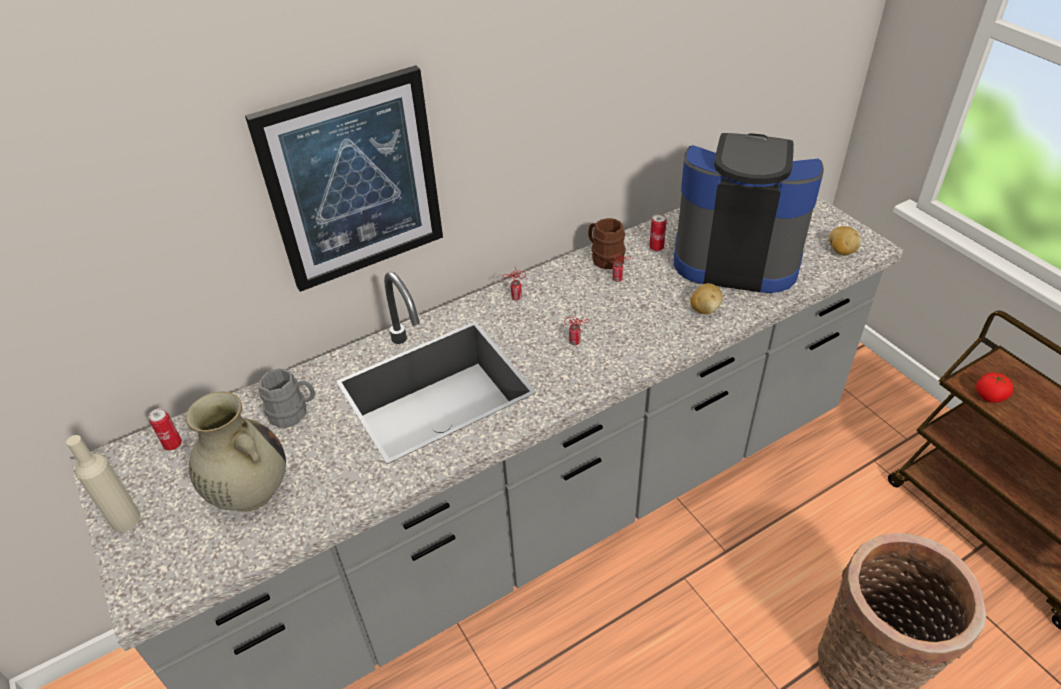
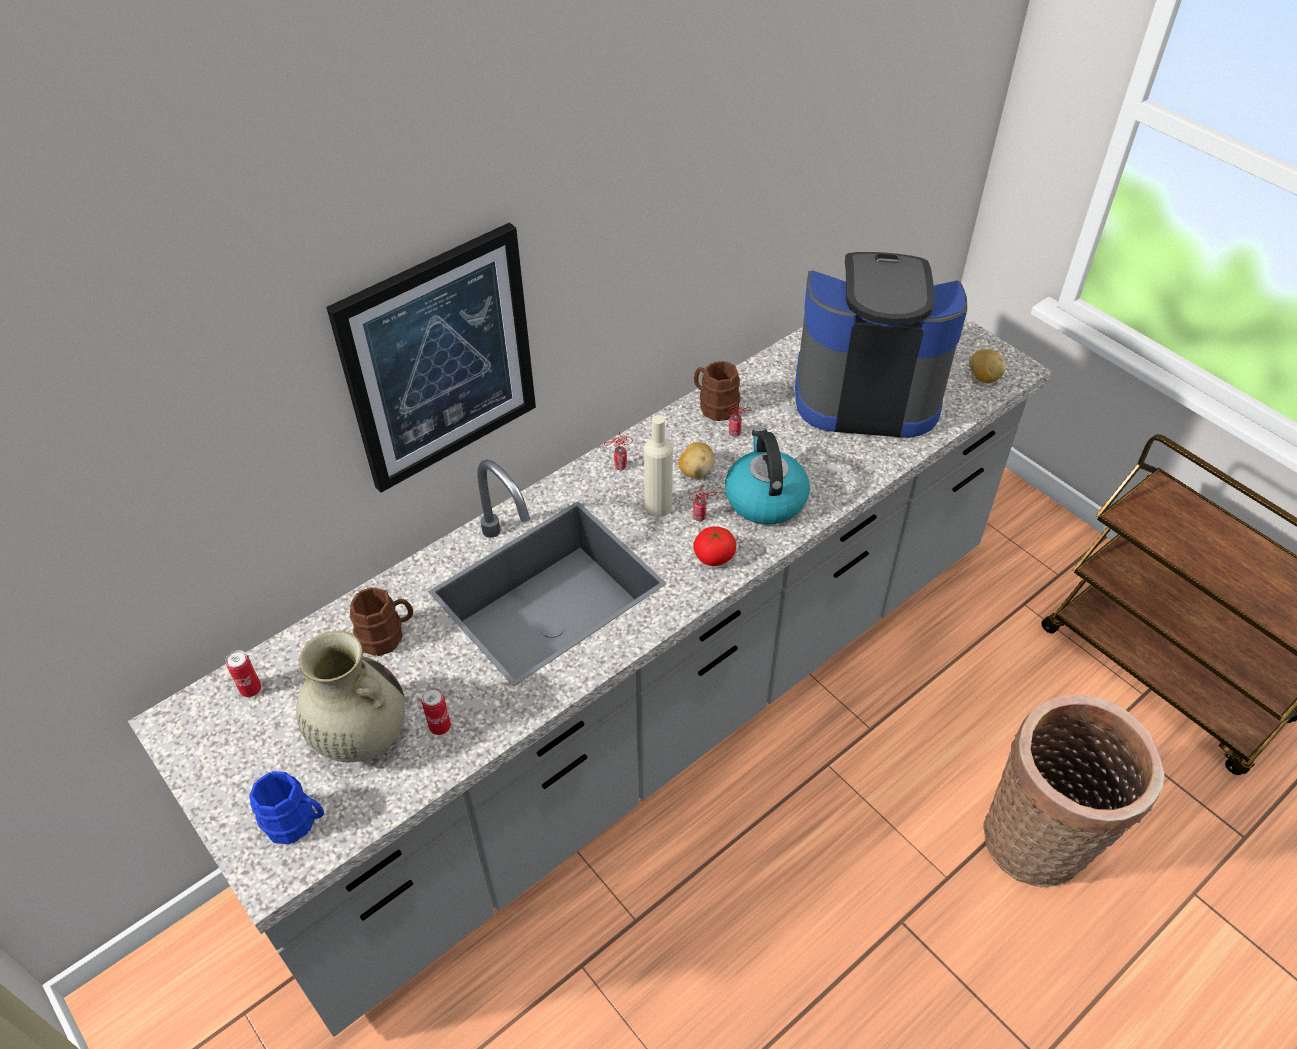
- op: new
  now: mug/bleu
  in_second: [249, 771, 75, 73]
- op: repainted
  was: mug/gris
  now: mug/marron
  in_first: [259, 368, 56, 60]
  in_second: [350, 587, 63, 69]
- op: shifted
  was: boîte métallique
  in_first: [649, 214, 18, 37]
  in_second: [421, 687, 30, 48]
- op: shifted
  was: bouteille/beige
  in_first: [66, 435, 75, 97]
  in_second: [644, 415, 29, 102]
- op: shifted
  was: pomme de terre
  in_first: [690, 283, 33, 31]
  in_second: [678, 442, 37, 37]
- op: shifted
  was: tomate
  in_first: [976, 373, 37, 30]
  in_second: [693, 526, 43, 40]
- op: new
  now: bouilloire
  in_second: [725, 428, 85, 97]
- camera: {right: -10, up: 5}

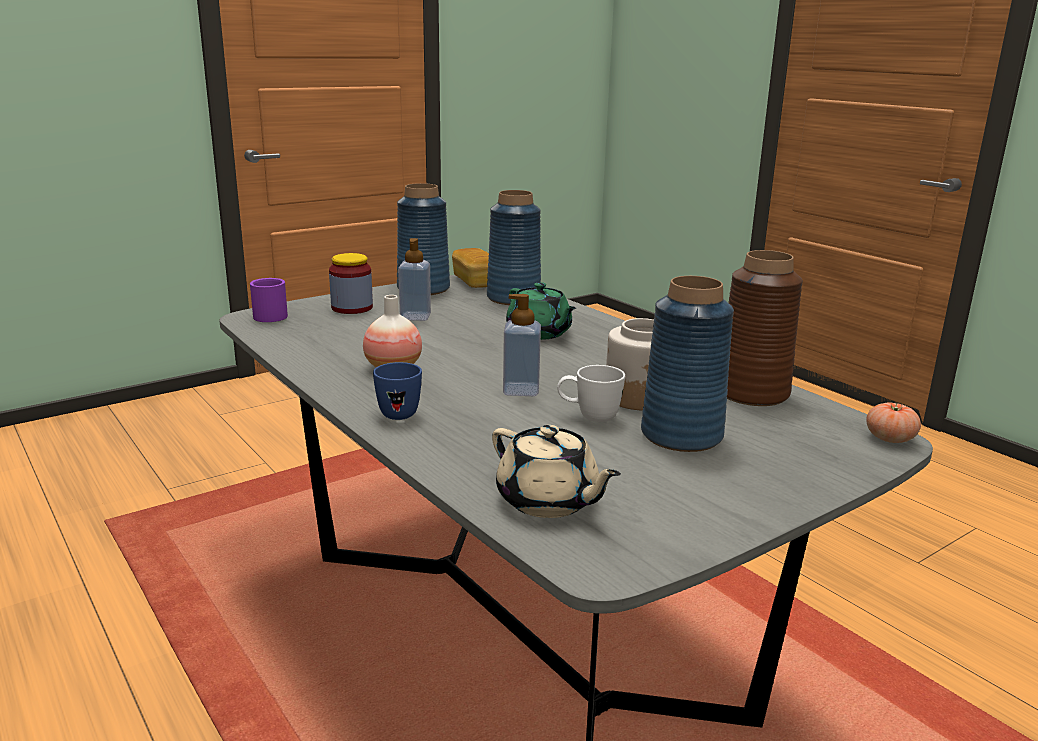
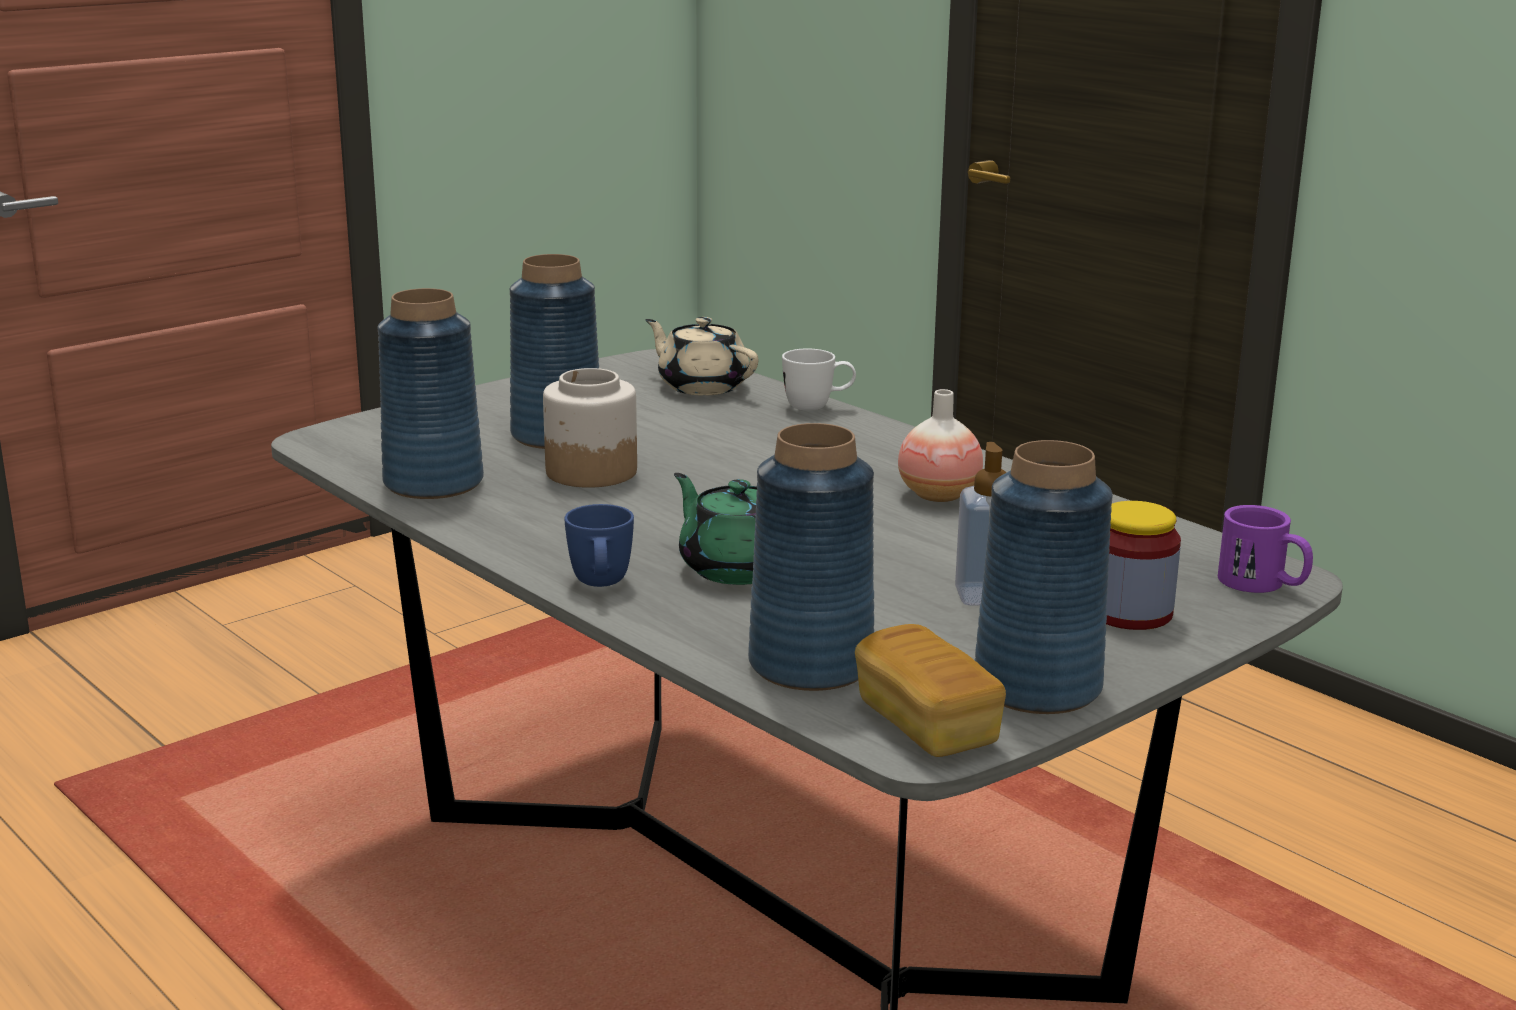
- op: repainted
  was: vase/marron
  now: vase/bleu
  in_first: [727, 250, 76, 156]
  in_second: [377, 288, 107, 211]
- op: shifted
  was: mug/bleu
  in_first: [373, 362, 49, 58]
  in_second: [564, 504, 70, 83]
- op: shifted
  was: mug/blanc
  in_first: [557, 365, 68, 57]
  in_second: [782, 349, 74, 62]
- op: gone
  was: distributeur de savon
  in_first: [503, 294, 38, 102]
- op: gone
  was: tomate
  in_first: [866, 403, 55, 40]
- camera: {right: 175, up: 0}

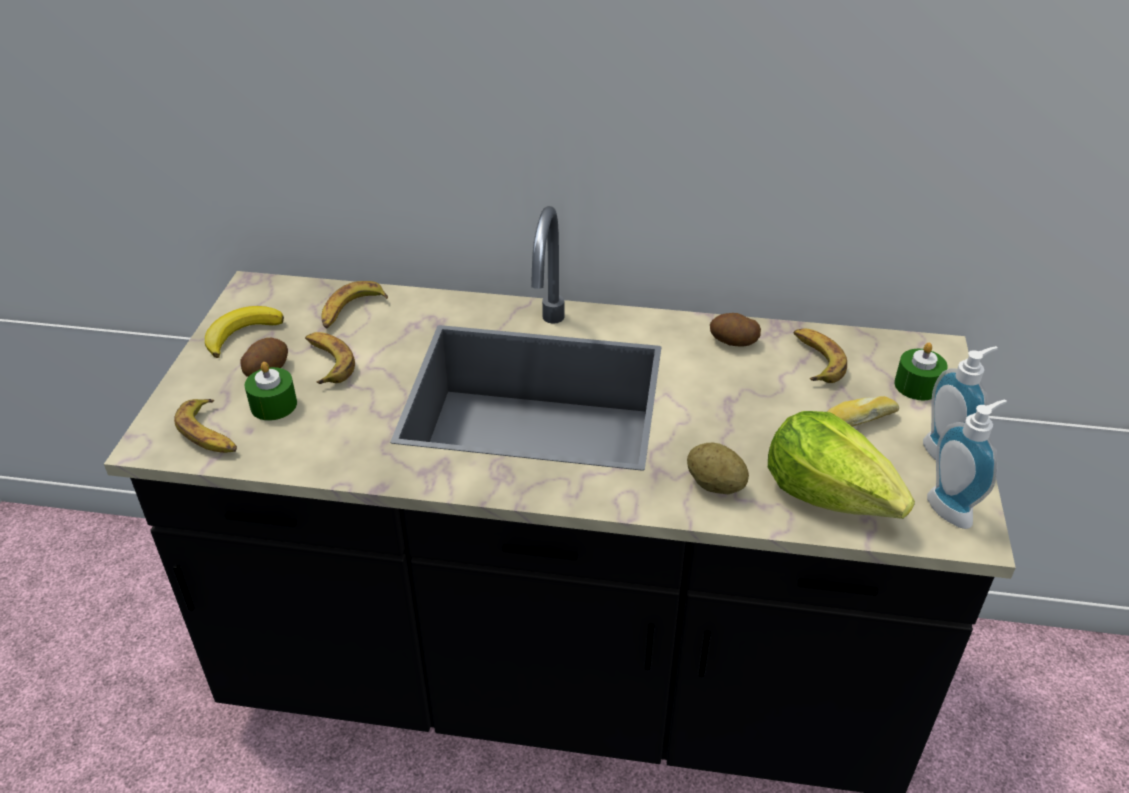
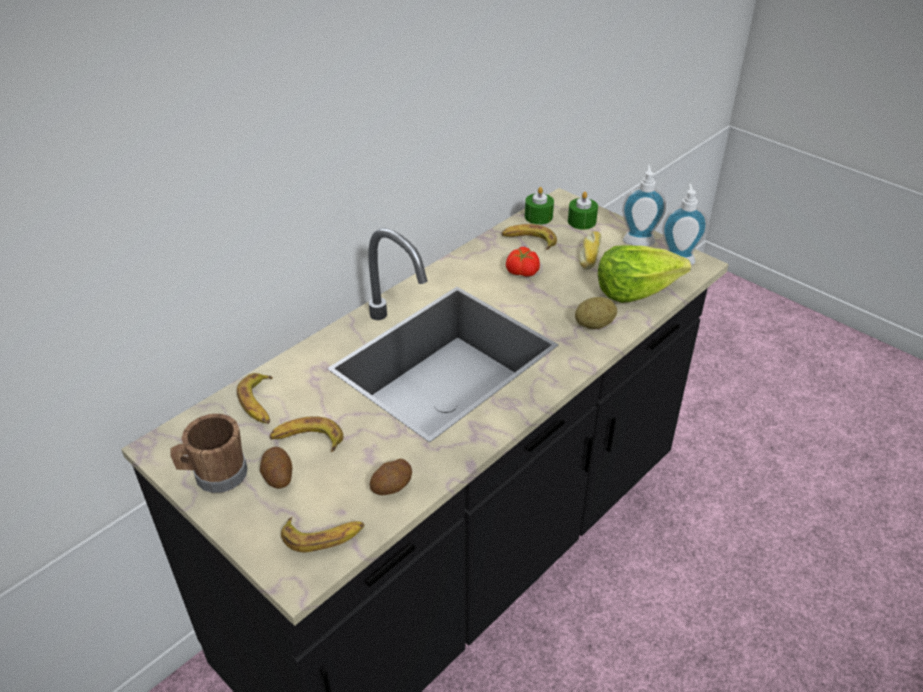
- op: swapped
  was: banane
  now: mug/marron
  in_first: [205, 306, 79, 52]
  in_second: [170, 414, 78, 79]
- op: shifted
  was: pomme de terre
  in_first: [710, 313, 51, 33]
  in_second: [370, 459, 42, 36]
- op: new
  now: tomate
  in_second: [506, 247, 34, 30]
- op: shifted
  was: bougie/vert
  in_first: [245, 362, 52, 59]
  in_second: [525, 187, 29, 38]
- camera: {right: -55, up: 0}

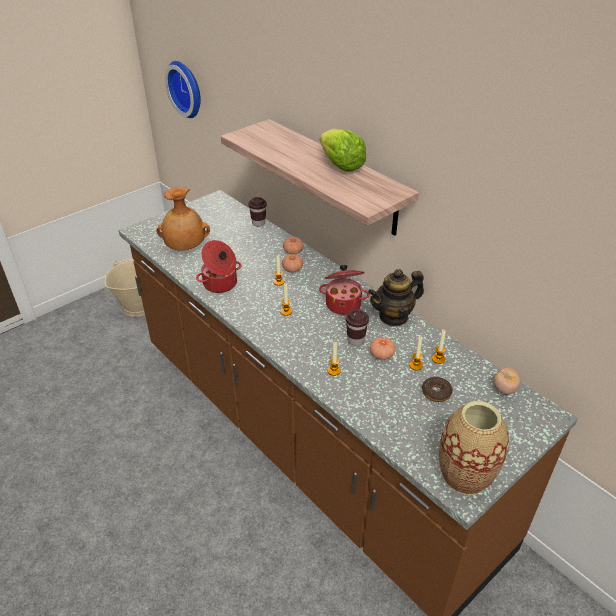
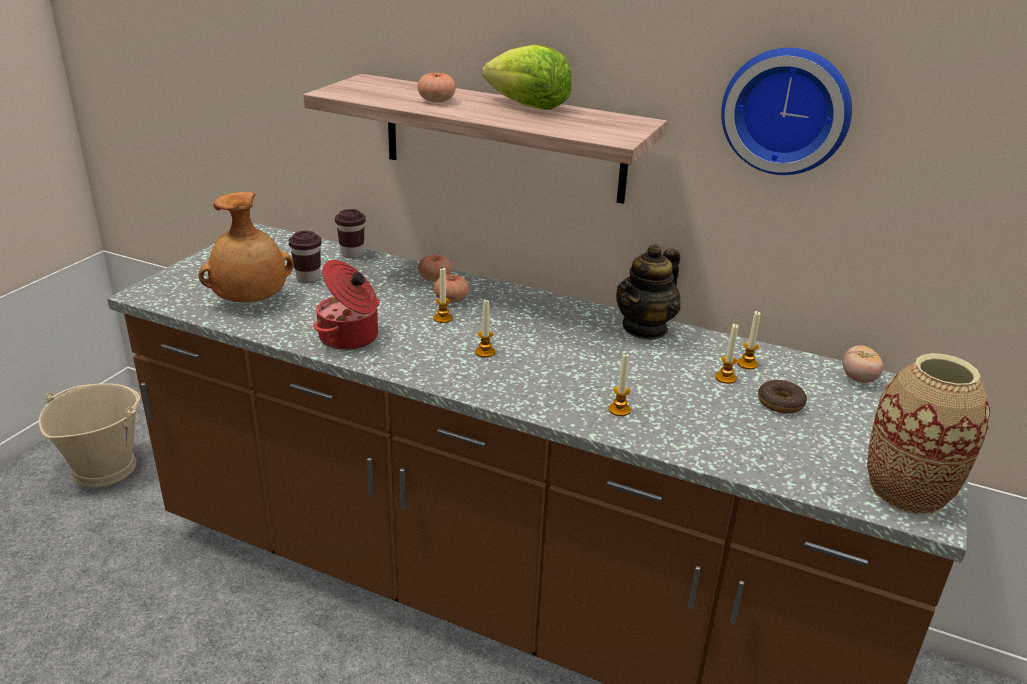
- op: shifted
  was: tasse/marron
  in_first: [346, 309, 23, 37]
  in_second: [288, 231, 34, 52]
- op: shifted
  was: tomate
  in_first: [370, 337, 25, 23]
  in_second: [417, 72, 39, 31]
- op: shifted
  was: horloge murale
  in_first: [165, 61, 36, 57]
  in_second: [721, 48, 131, 127]
- op: gone
  was: marmite
  in_first: [319, 265, 51, 50]
- camera: {right: -25, up: -10}

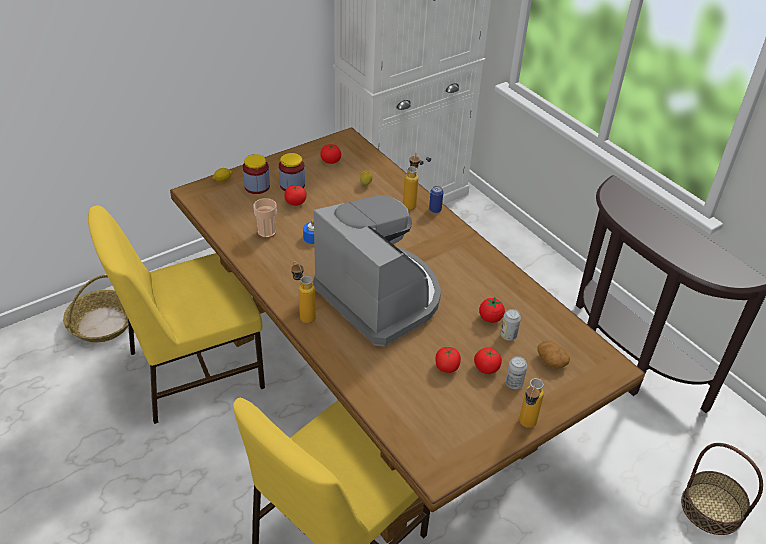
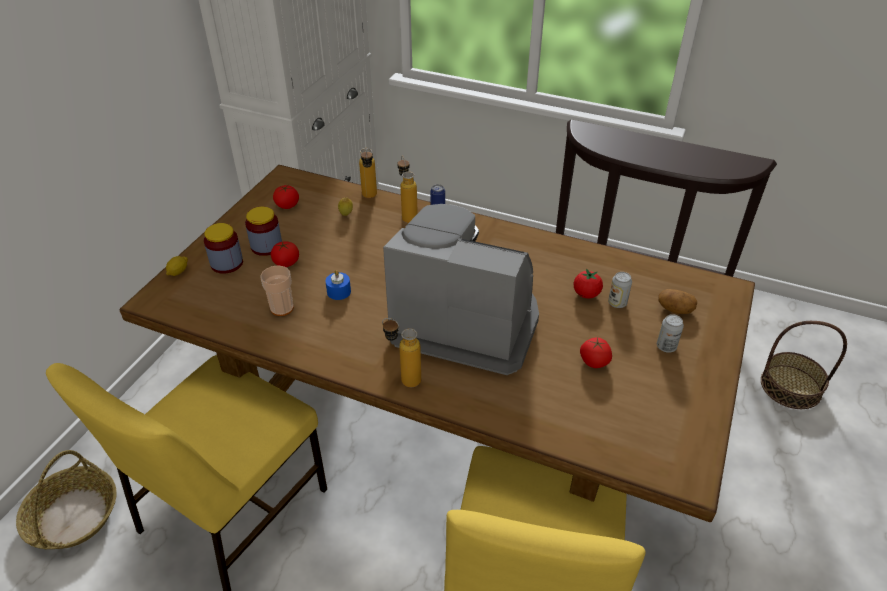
- op: shifted
  was: bouteille
  in_first: [519, 378, 25, 50]
  in_second: [359, 148, 18, 50]
- op: gone
  was: tomate
  in_first: [474, 347, 28, 27]
- camera: {right: -30, up: 0}

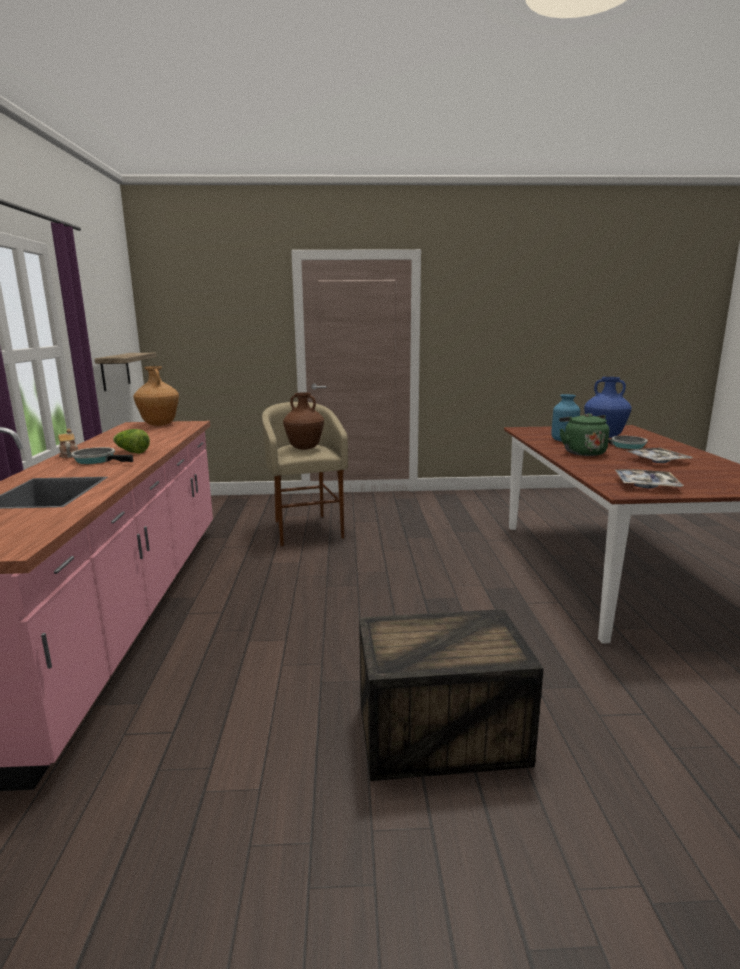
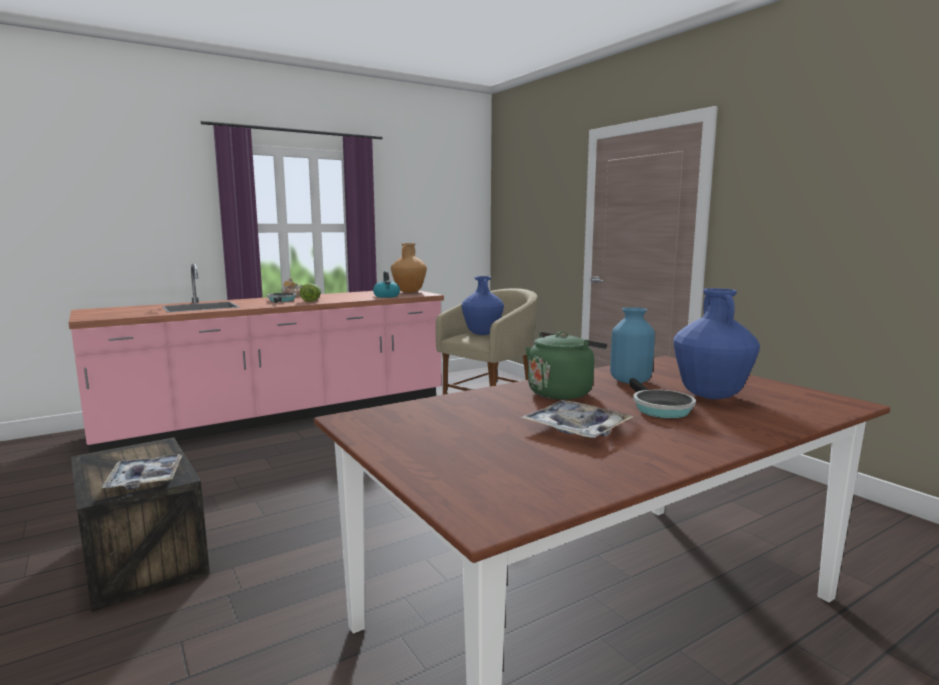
- op: shifted
  was: plateau
  in_first: [615, 469, 69, 19]
  in_second: [101, 454, 82, 36]
- op: new
  now: bouilloire
  in_second: [373, 271, 27, 27]
- op: repainted
  was: vase/marron
  now: vase/bleu
  in_first: [283, 392, 41, 58]
  in_second: [461, 276, 43, 59]
- op: gone
  was: étagère
  in_first: [95, 353, 62, 38]
- camera: {right: 60, up: -5}

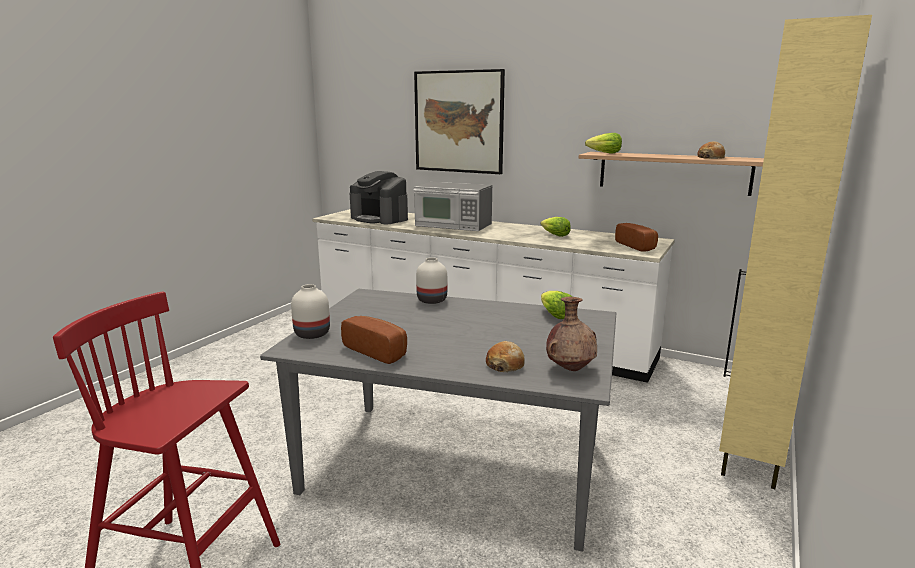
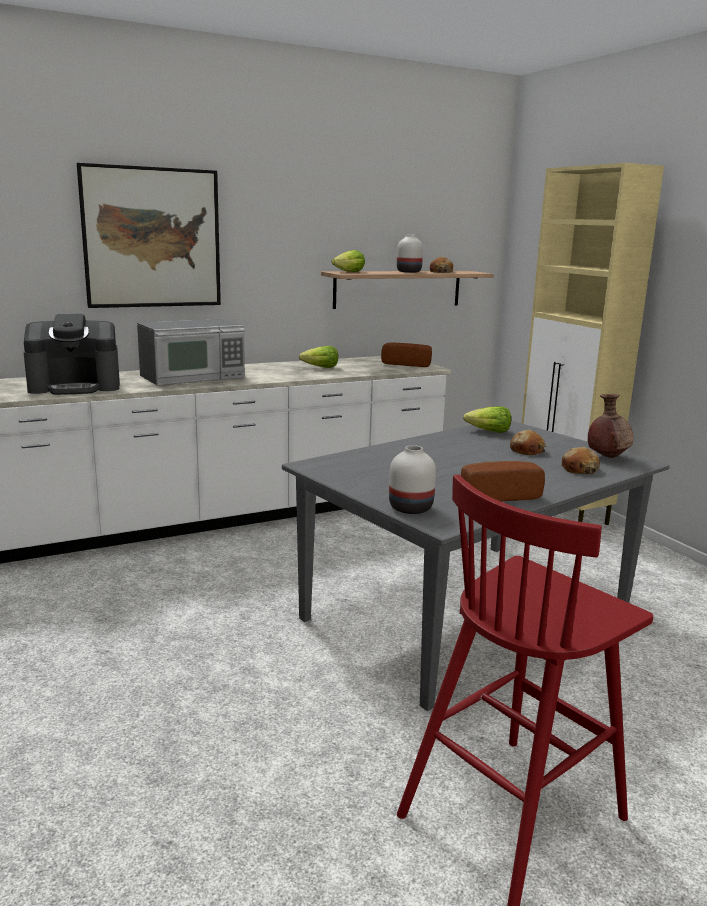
- op: shifted
  was: vase/blanc
  in_first: [416, 257, 31, 47]
  in_second: [397, 235, 26, 38]
- op: new
  now: pain
  in_second: [510, 430, 37, 25]
- camera: {right: -55, up: 0}

